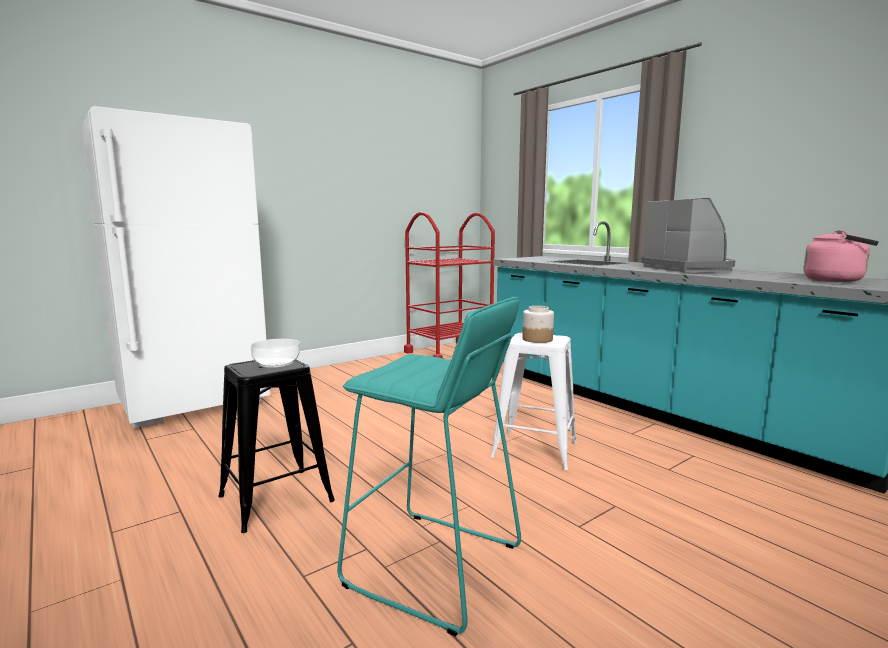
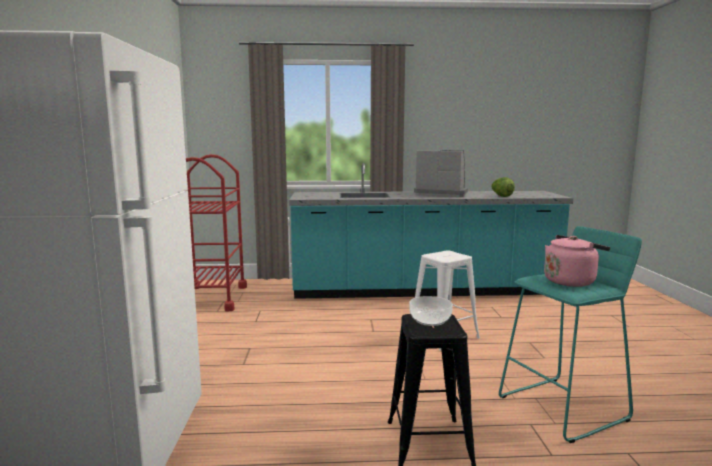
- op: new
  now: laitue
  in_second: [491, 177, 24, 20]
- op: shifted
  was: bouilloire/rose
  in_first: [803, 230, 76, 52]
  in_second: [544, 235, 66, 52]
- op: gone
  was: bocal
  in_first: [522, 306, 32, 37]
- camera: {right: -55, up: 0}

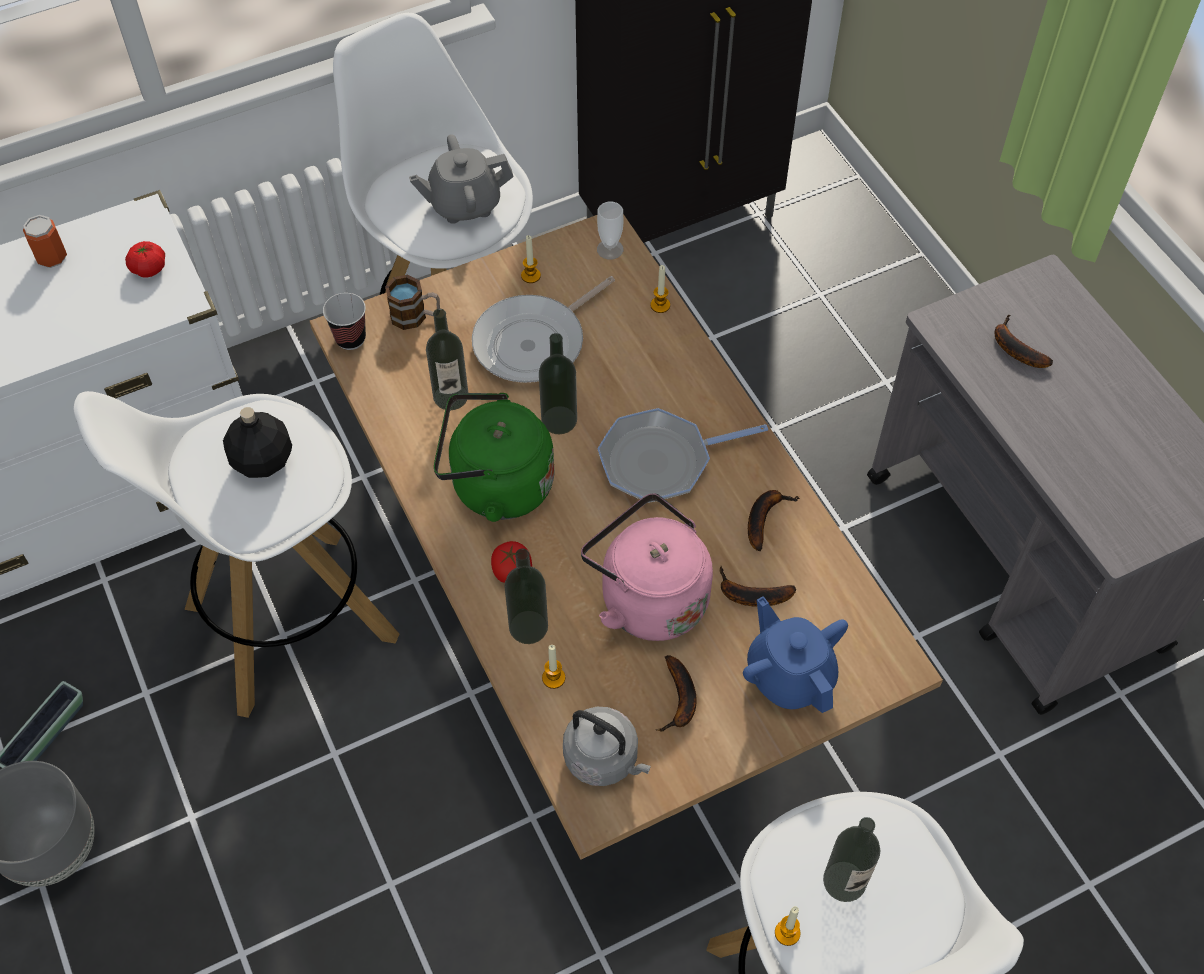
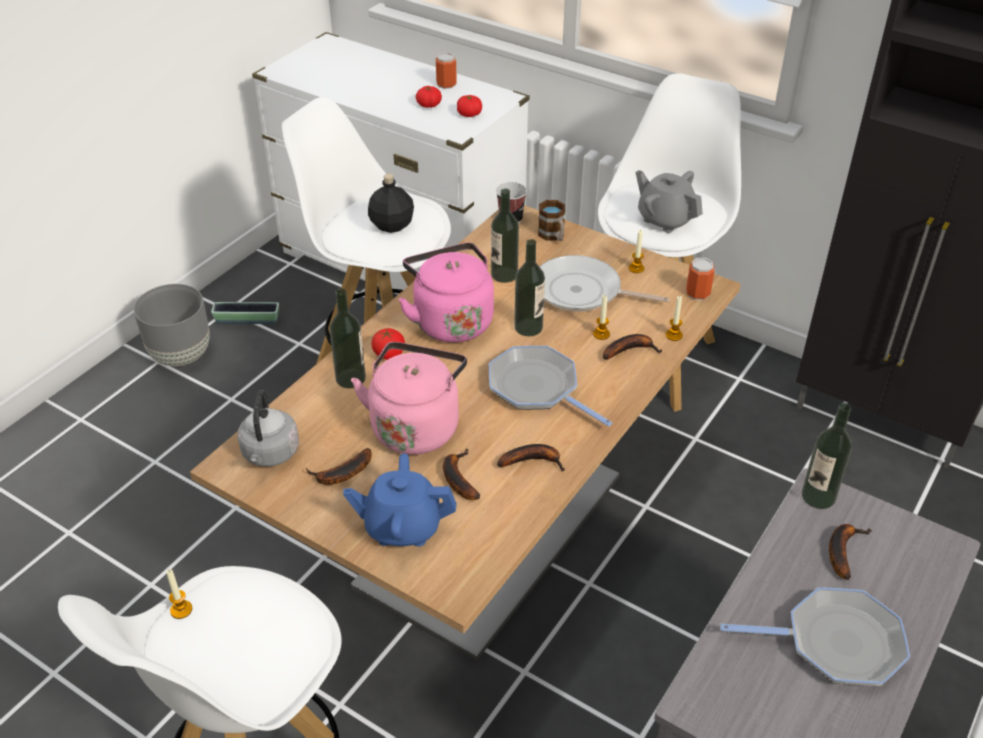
- op: rotated
  was: théière/bleu
  in_first: [743, 596, 105, 117]
  in_second: [343, 453, 114, 94]
  clockwise: -120
- op: repainted
  was: bouilloire/vert
  now: bouilloire/rose
  in_first: [434, 393, 120, 129]
  in_second: [398, 243, 96, 100]
- op: new
  now: tomate
  in_second: [416, 86, 26, 22]
- op: shifted
  was: bougie
  in_first: [542, 645, 24, 44]
  in_second: [593, 295, 17, 45]
- op: new
  now: banane
  in_second: [603, 334, 59, 26]
- op: swapped
  was: tasse
  now: boîte métallique
  in_first: [597, 202, 27, 57]
  in_second: [686, 258, 29, 42]
- op: new
  now: poêle
  in_second: [720, 587, 190, 99]
- op: shifted
  was: bouteille
  in_first: [823, 817, 57, 85]
  in_second: [802, 403, 50, 106]
- camera: {right: 60, up: -15}

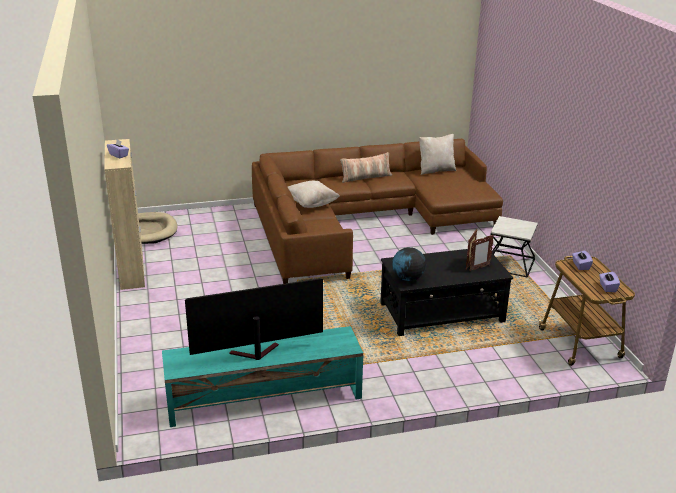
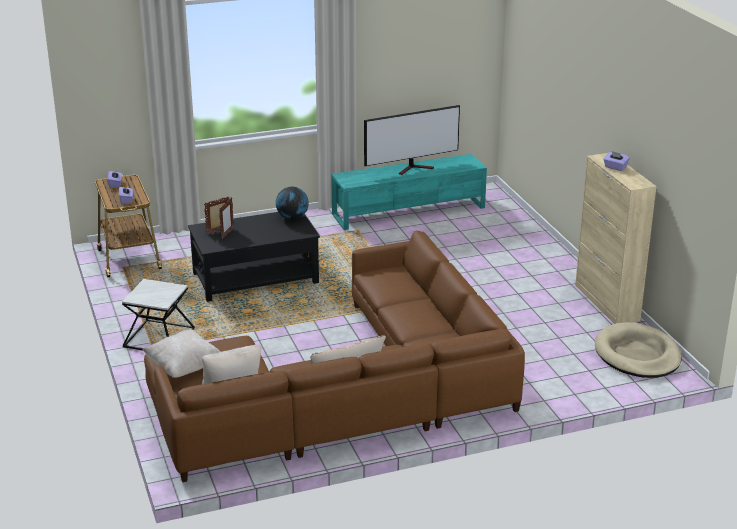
- op: shifted
  was: coussin/beige
  in_first: [288, 181, 52, 27]
  in_second: [143, 329, 78, 49]
- camera: {right: 175, up: 0}

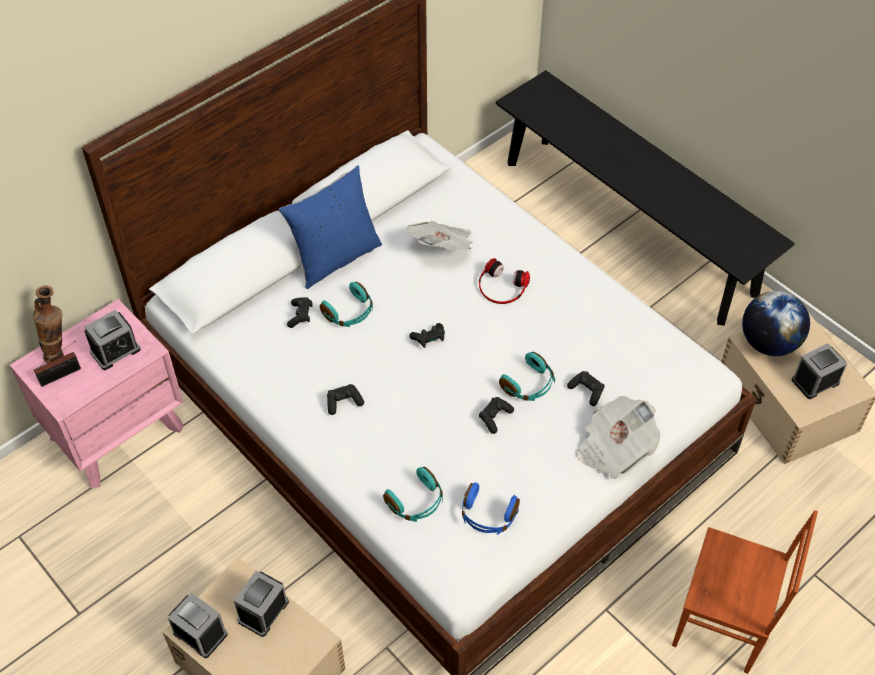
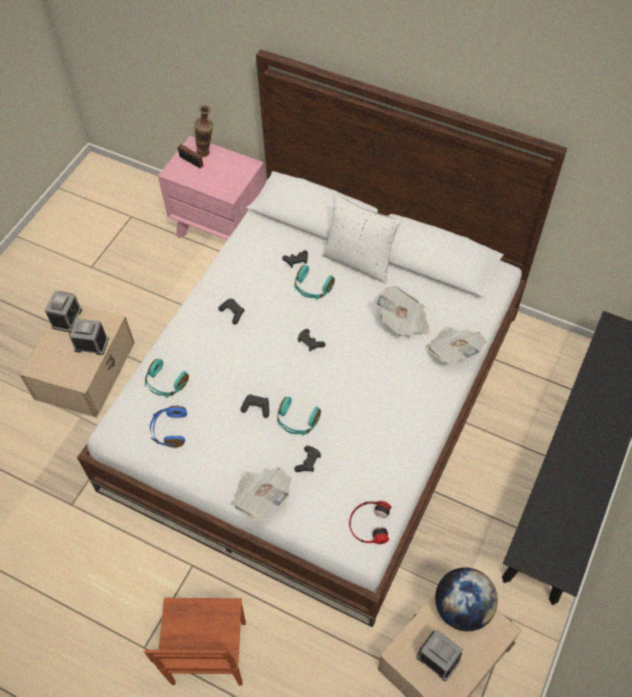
- op: repainted
  was: coussin/bleu
  now: coussin/blanc
  in_first: [279, 165, 103, 124]
  in_second: [322, 193, 80, 91]
- op: shifted
  was: casque audio
  in_first: [479, 258, 51, 46]
  in_second: [349, 501, 42, 43]
- op: new
  now: journal
  in_second: [426, 327, 61, 36]
- op: gone
  was: réveil
  in_first: [84, 310, 56, 60]
- camera: {right: 70, up: 5}

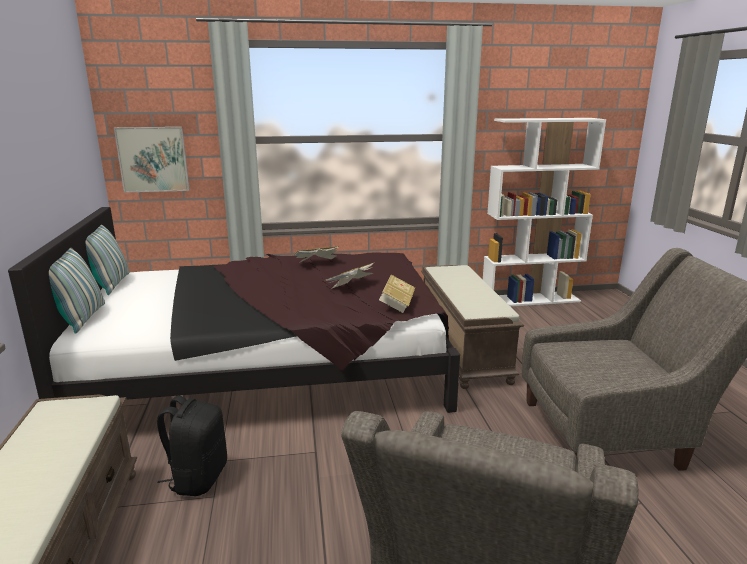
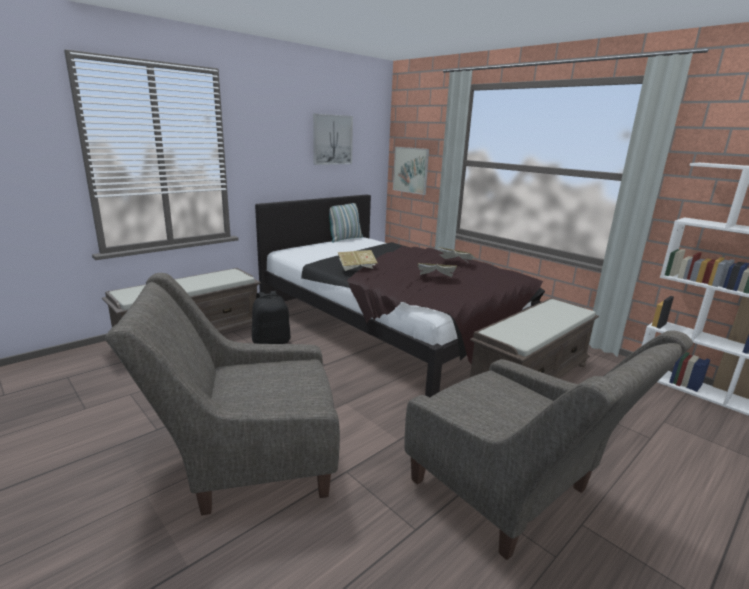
- op: new
  now: tableau
  in_second: [313, 113, 40, 52]
- op: shifted
  was: livre
  in_first: [379, 275, 36, 38]
  in_second: [338, 250, 40, 21]
- op: gone
  was: coussin
  in_first: [49, 248, 56, 86]
- camera: {right: 55, up: 0}

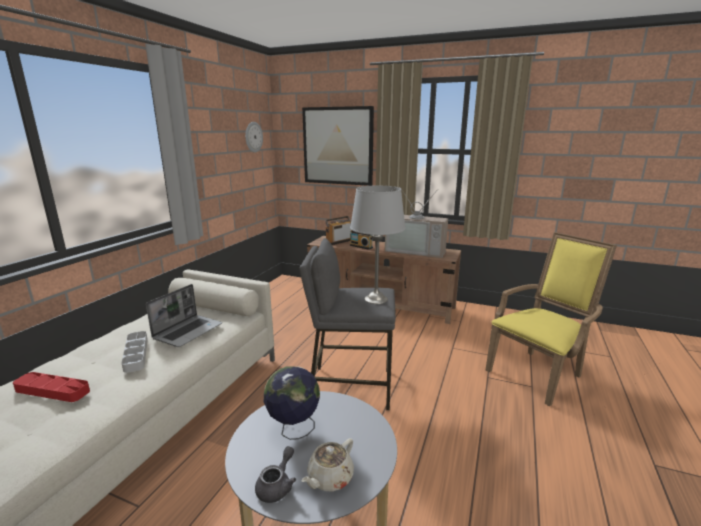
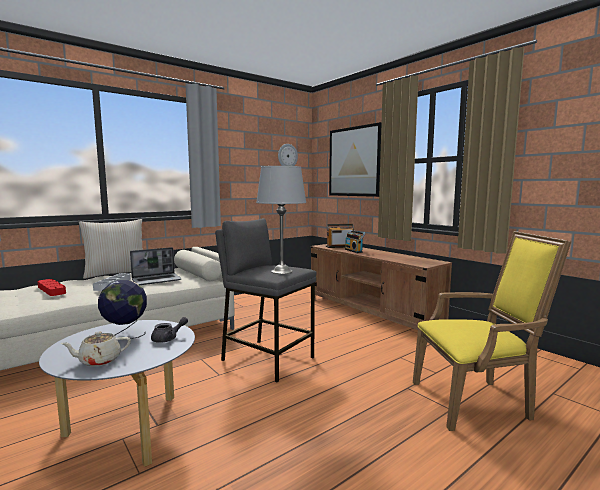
- op: new
  now: coussin/beige
  in_second: [79, 219, 64, 60]
- op: shifted
  was: théière/gris
  in_first: [255, 446, 41, 57]
  in_second: [151, 317, 37, 26]
- op: gone
  was: téléviseur
  in_first: [385, 189, 63, 69]
- camera: {right: 30, up: -10}

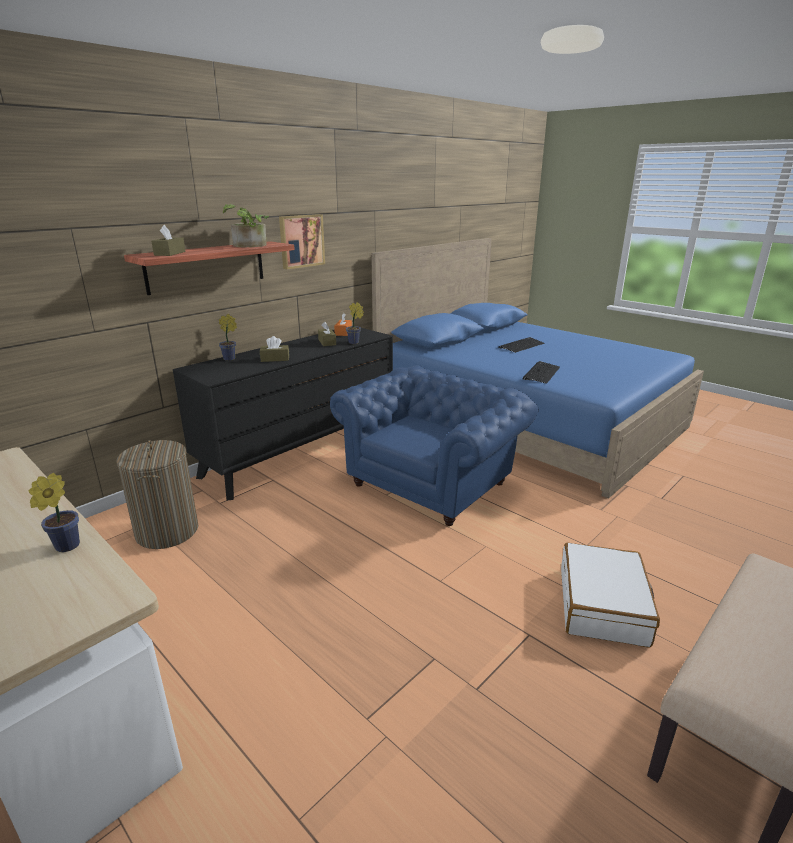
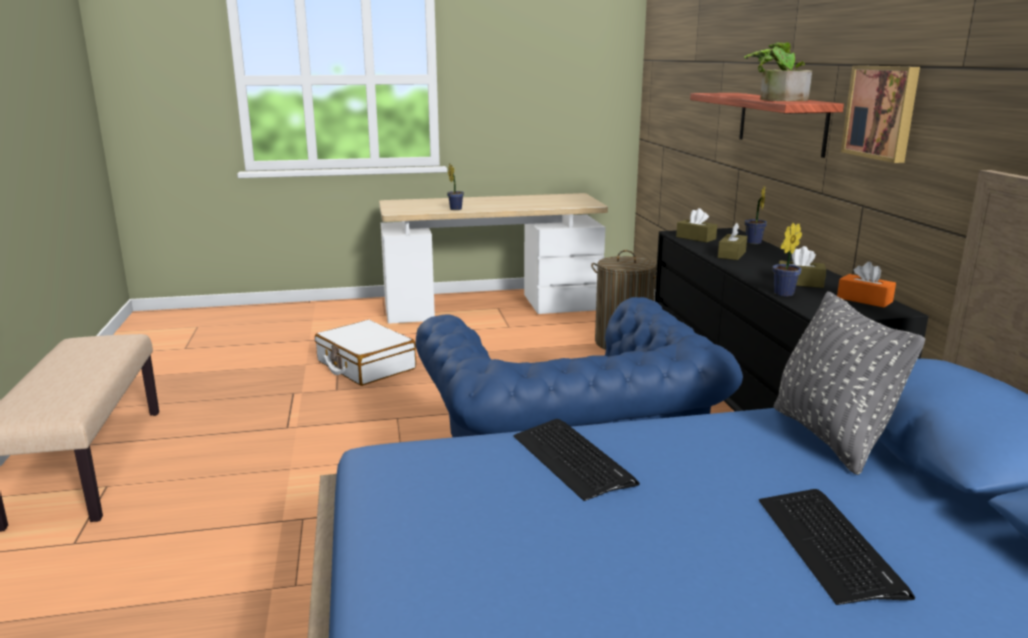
- op: shifted
  was: valise/blanc
  in_first: [561, 543, 99, 105]
  in_second: [315, 320, 101, 66]
- op: shifted
  was: boîte à mouchoirs/marron
  in_first: [151, 225, 35, 31]
  in_second: [676, 208, 41, 34]
- op: new
  now: coussin/gris
  in_second: [773, 291, 152, 184]
- camera: {right: 125, up: -5}

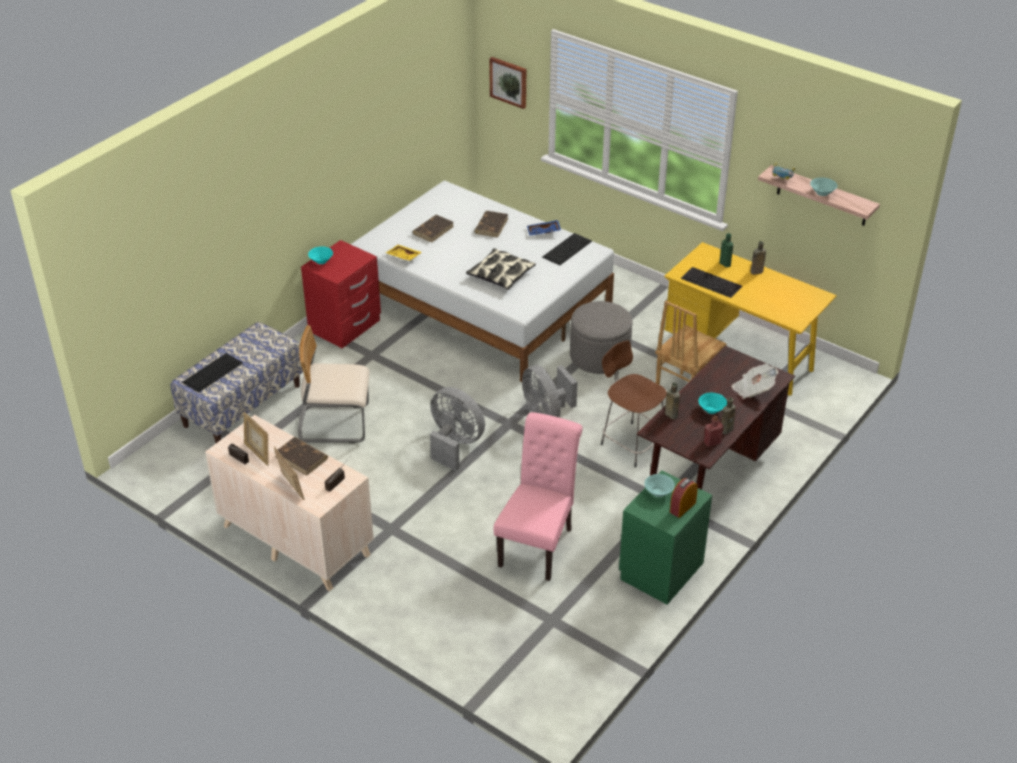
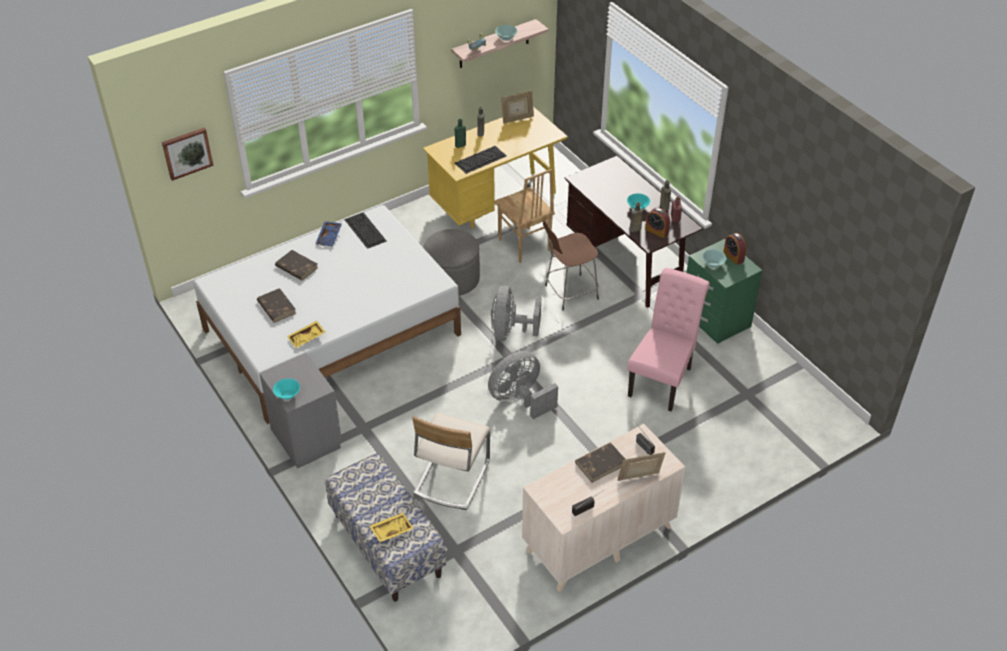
- op: repainted
  was: table de chevet/rouge
  now: table de chevet/gris
  in_first: [301, 240, 80, 108]
  in_second: [259, 353, 83, 116]
- op: swapped
  was: clavier
  now: plateau/jaune
  in_first: [182, 353, 61, 40]
  in_second: [370, 513, 44, 29]
- op: rotated
  was: ventilateur/gris
  in_first: [522, 365, 55, 53]
  in_second: [491, 286, 50, 55]
  clockwise: 105
- op: shifted
  was: cadre photo
  in_first: [243, 412, 26, 54]
  in_second: [501, 91, 33, 33]
- op: rotated
  was: chaise/rose
  in_first: [494, 412, 89, 169]
  in_second: [627, 268, 82, 143]
  clockwise: 75
- op: new
  now: réveil
  in_second: [645, 208, 25, 30]
- op: gone
  was: coussin
  in_first: [466, 248, 70, 42]
- op: gone
  was: journal
  in_first: [732, 364, 47, 35]
- camera: {right: -70, up: 5}

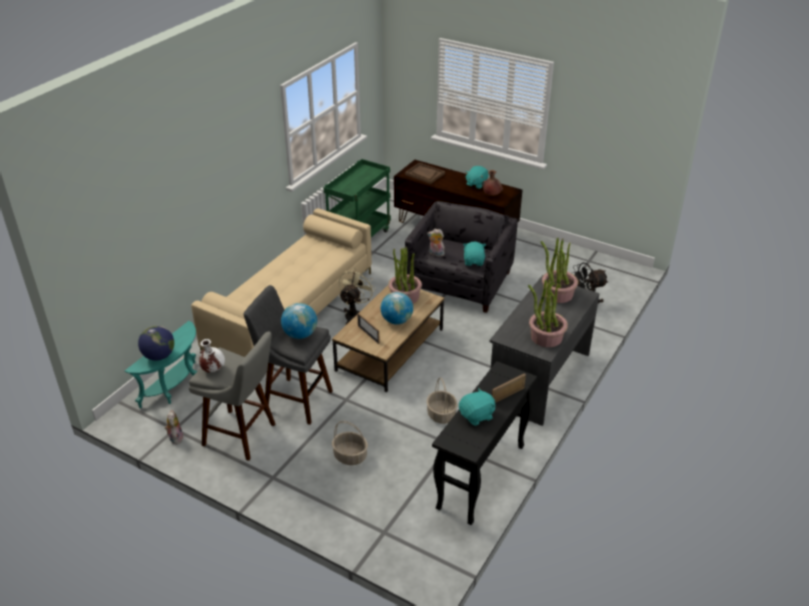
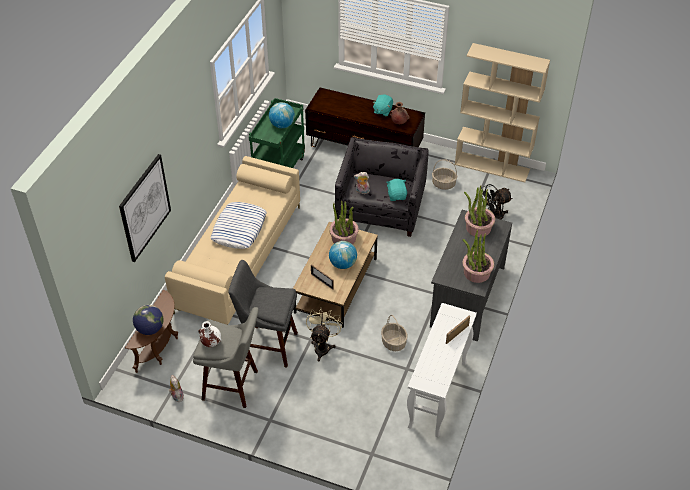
- op: new
  now: tableau
  in_second: [119, 154, 52, 108]
- op: repainted
  was: table d'appoint/turquoise
  now: table d'appoint/marron
  in_first: [125, 321, 72, 87]
  in_second: [125, 290, 53, 83]
- op: new
  now: coussin
  in_second: [211, 202, 56, 47]
- op: shifted
  was: globe
  in_first: [281, 303, 36, 36]
  in_second: [269, 102, 26, 26]
- op: shifted
  was: ventilateur/beige
  in_first: [339, 268, 37, 57]
  in_second: [306, 308, 36, 53]
- op: repainted
  was: table console/noir
  now: table console/blanc
  in_first: [432, 361, 105, 164]
  in_second: [407, 303, 70, 135]
- op: shifted
  was: panier
  in_first: [332, 421, 36, 44]
  in_second: [432, 159, 25, 31]
- op: new
  now: bibliothèque/beige
  in_second: [455, 43, 95, 139]
- op: gone
  was: plateau/marron
  in_first: [405, 163, 40, 21]
- op: gone
  was: peluche/turquoise
  in_first: [459, 388, 36, 38]
- camera: {right: -10, up: 10}

